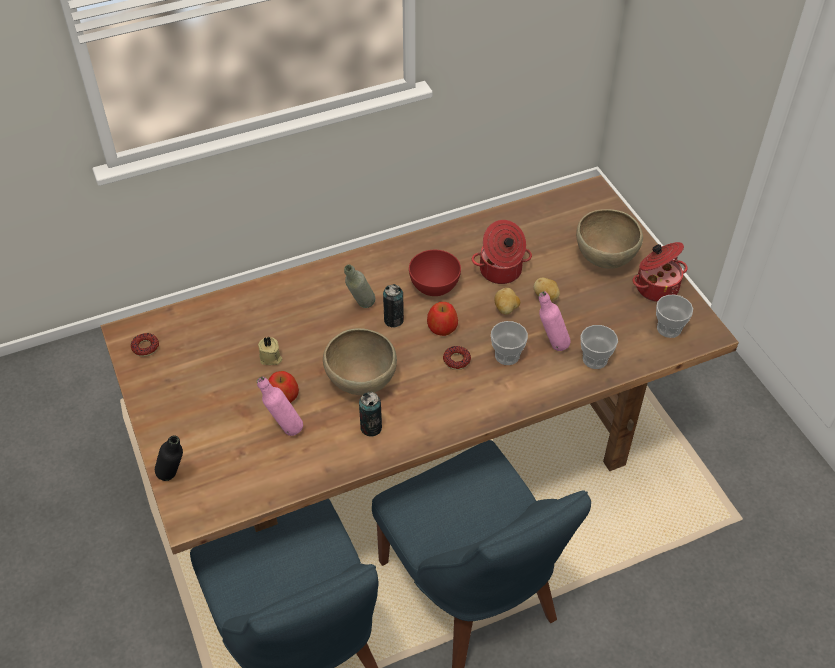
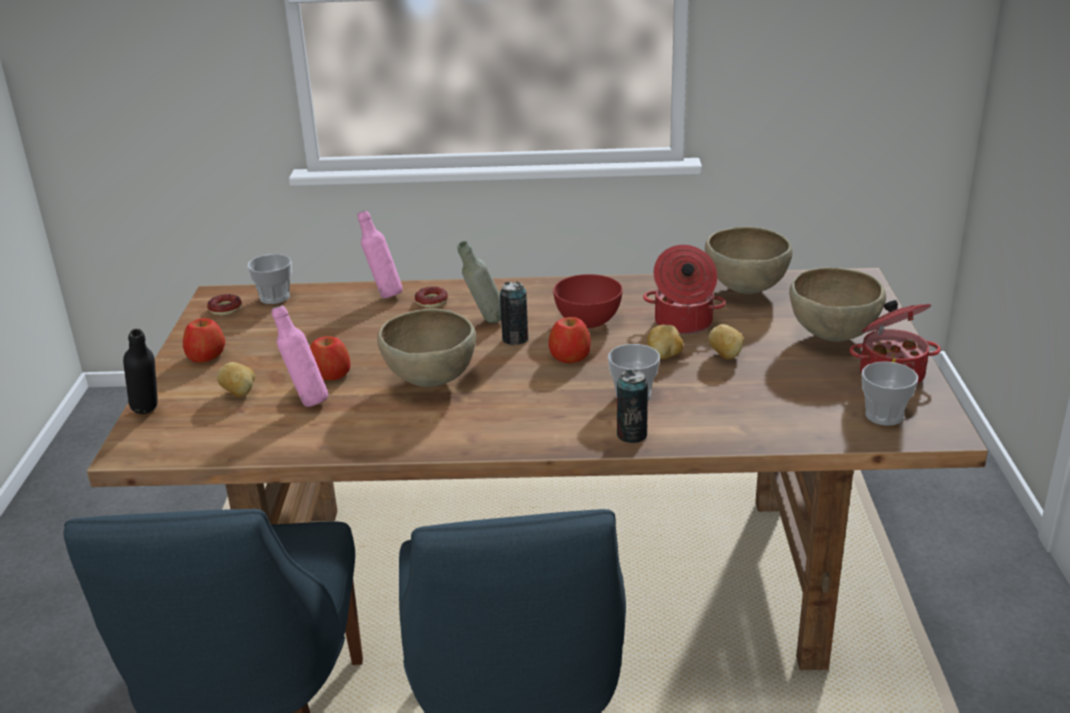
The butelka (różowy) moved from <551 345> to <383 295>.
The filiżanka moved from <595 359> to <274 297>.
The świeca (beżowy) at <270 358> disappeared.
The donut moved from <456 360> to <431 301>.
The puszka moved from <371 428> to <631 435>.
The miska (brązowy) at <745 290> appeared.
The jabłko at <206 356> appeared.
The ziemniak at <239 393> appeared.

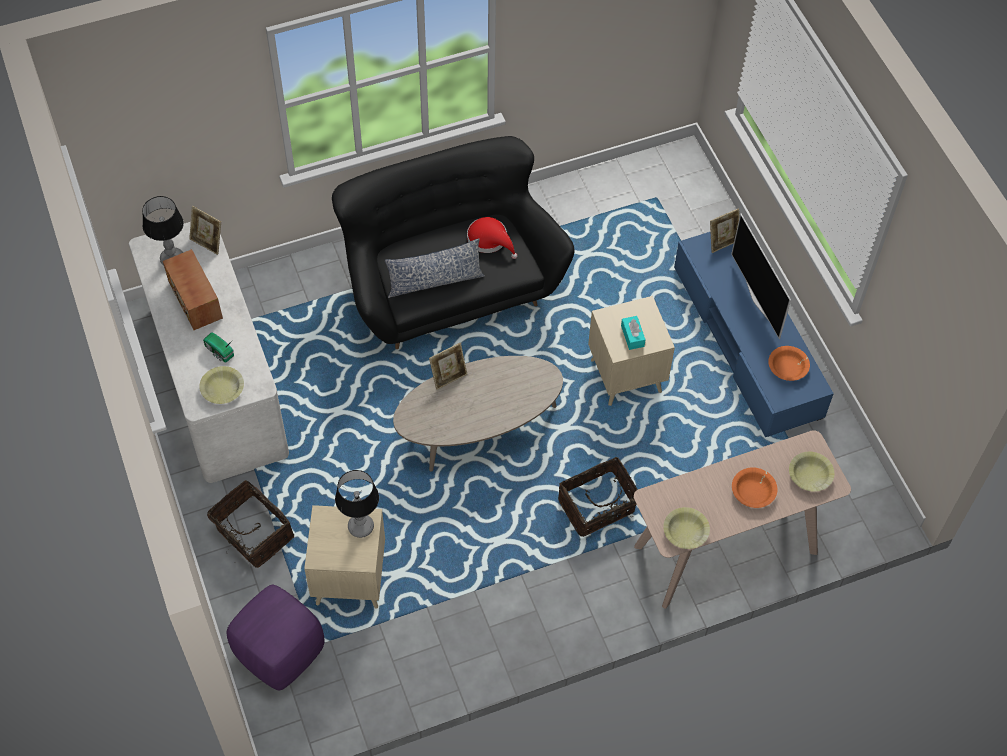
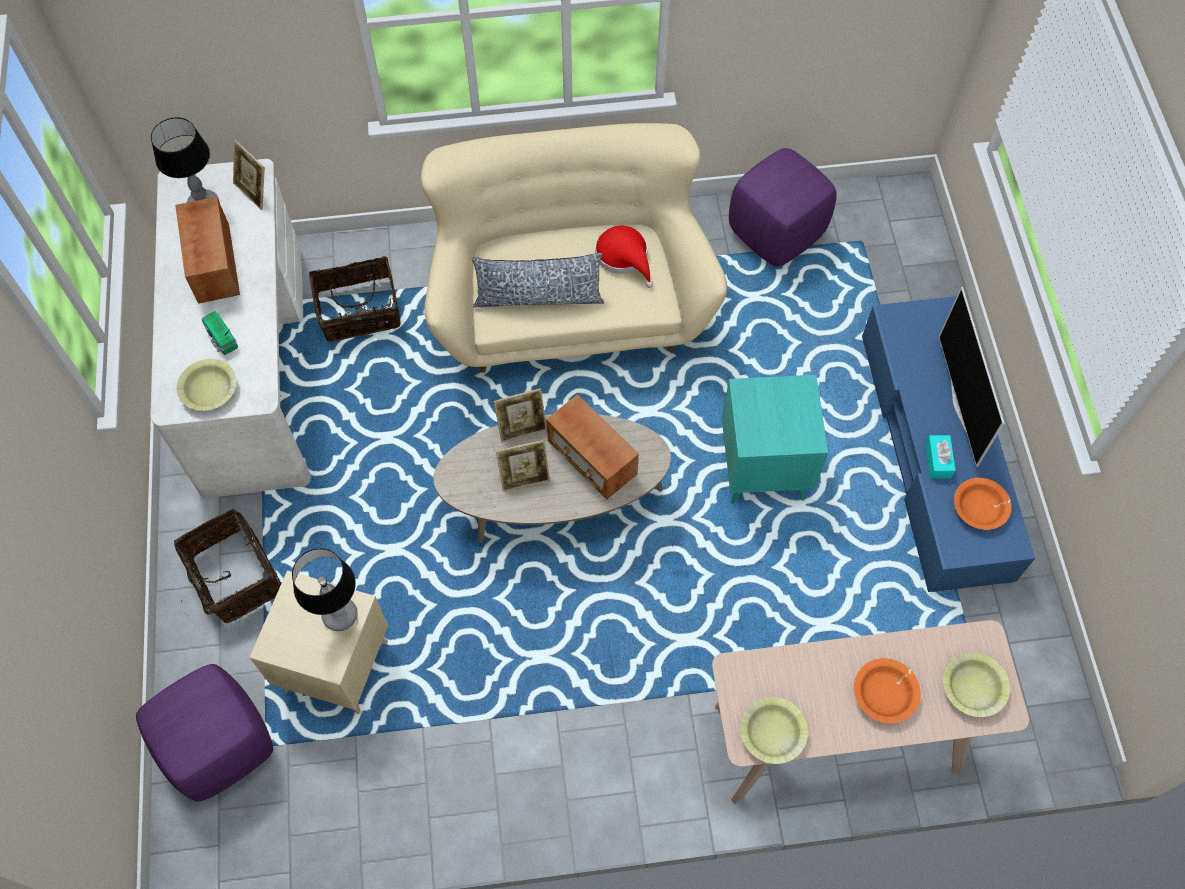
The kanapa (czarny) at <449 286> became the kanapa (beżowy) at <570 305>.
The ramka na zdjęcie moved from <722 242> to <524 478>.
The stolik (beżowy) at <626 376> became the stolik (turkusowy) at <763 468>.
The pudełko chusteczek (turkusowy) moved from <632 336> to <938 460>.
The koszyk moved from <597 507> to <360 314>.
The pufa (fioletowy) at <777 233> appeared.
The radio at <591 458> appeared.

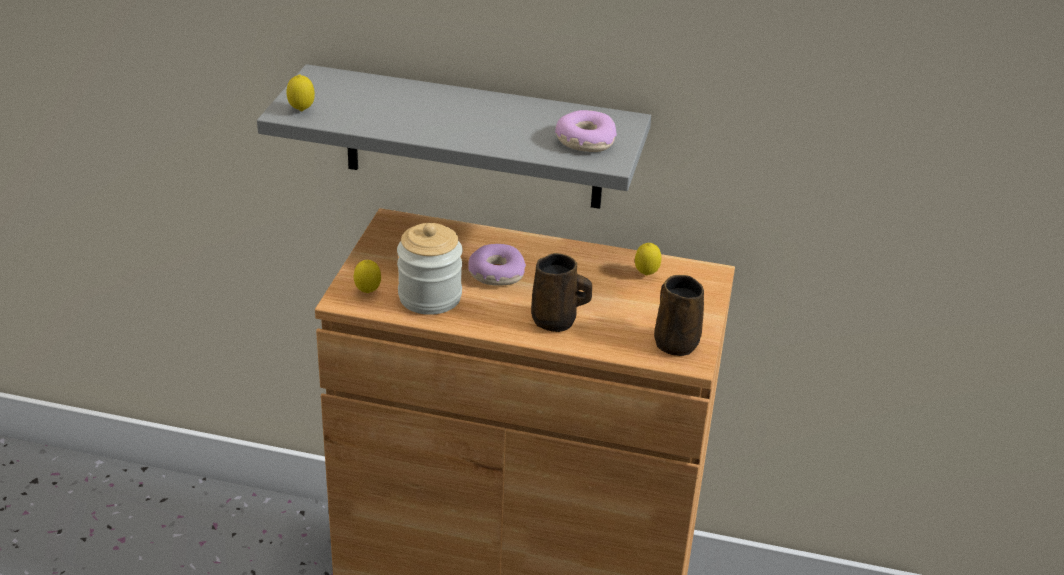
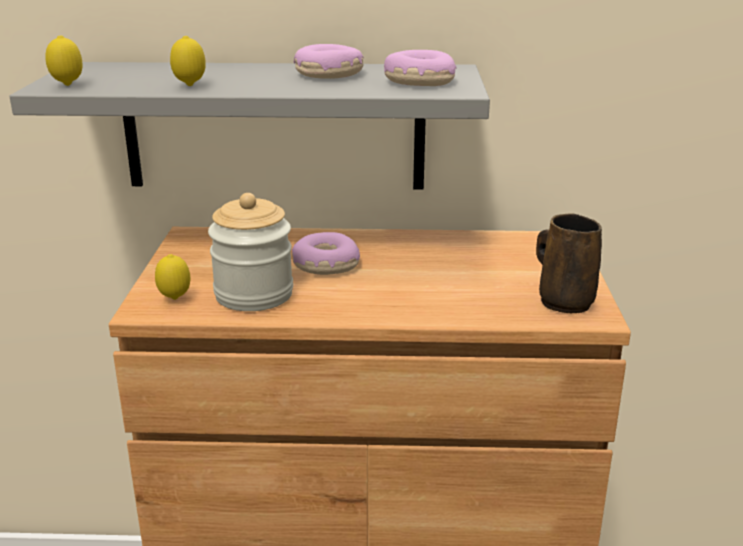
The cytryna moved from <646 274> to <190 86>.
The kubek (brązowy) at <556 321> disappeared.
The donut at <329 74> appeared.

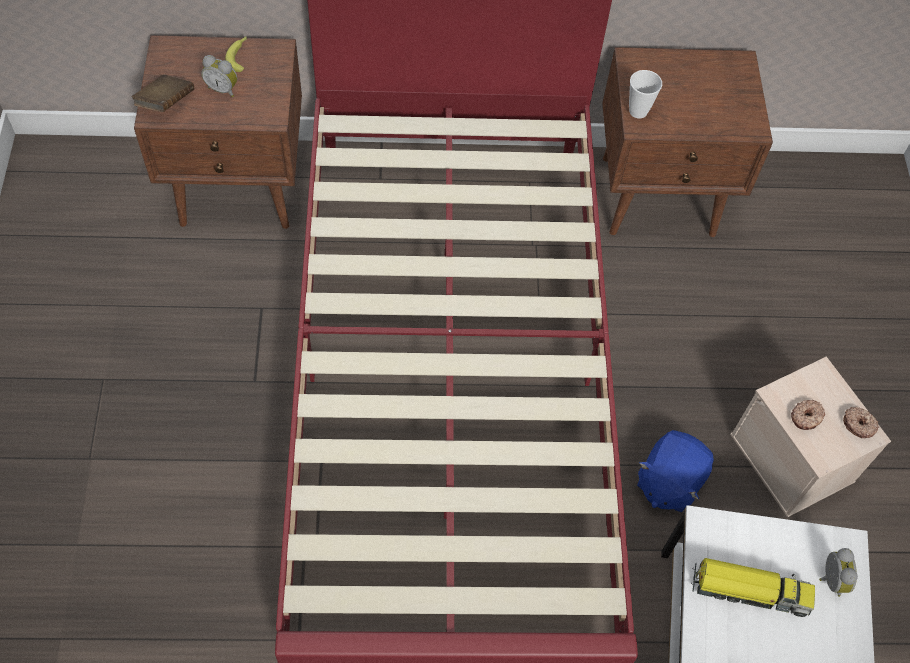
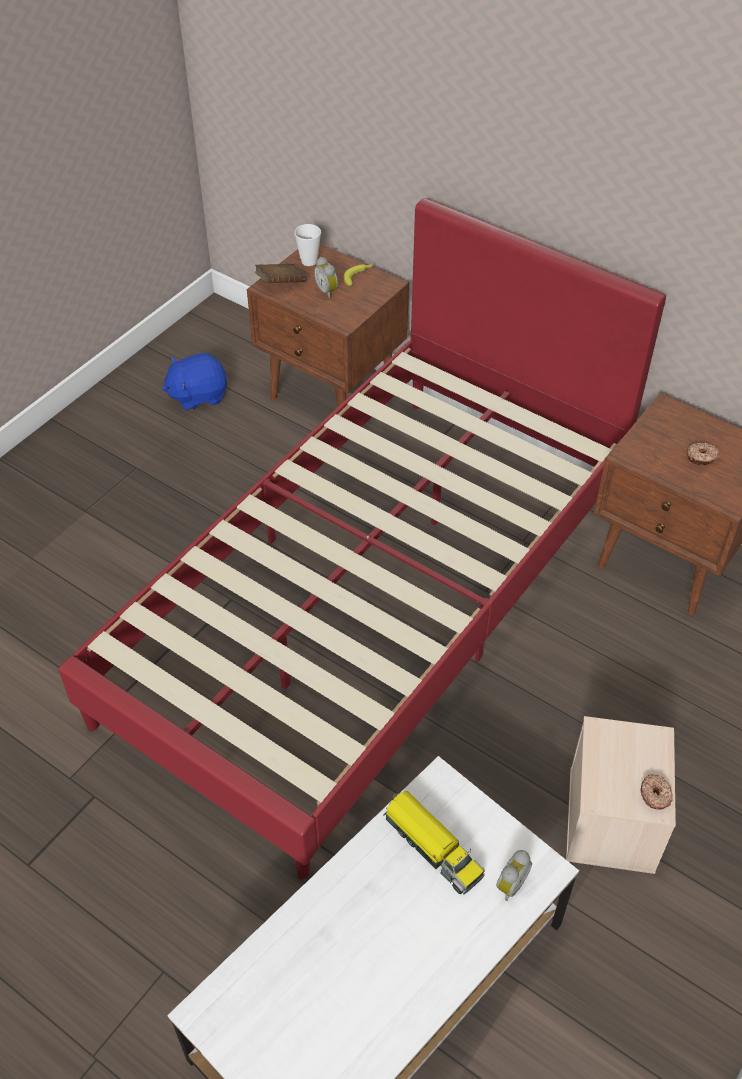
The filiżanka moved from <638 111> to <309 261>.
The donut moved from <806 417> to <701 457>.
The pluszak (niebieski) moved from <668 481> to <198 395>.

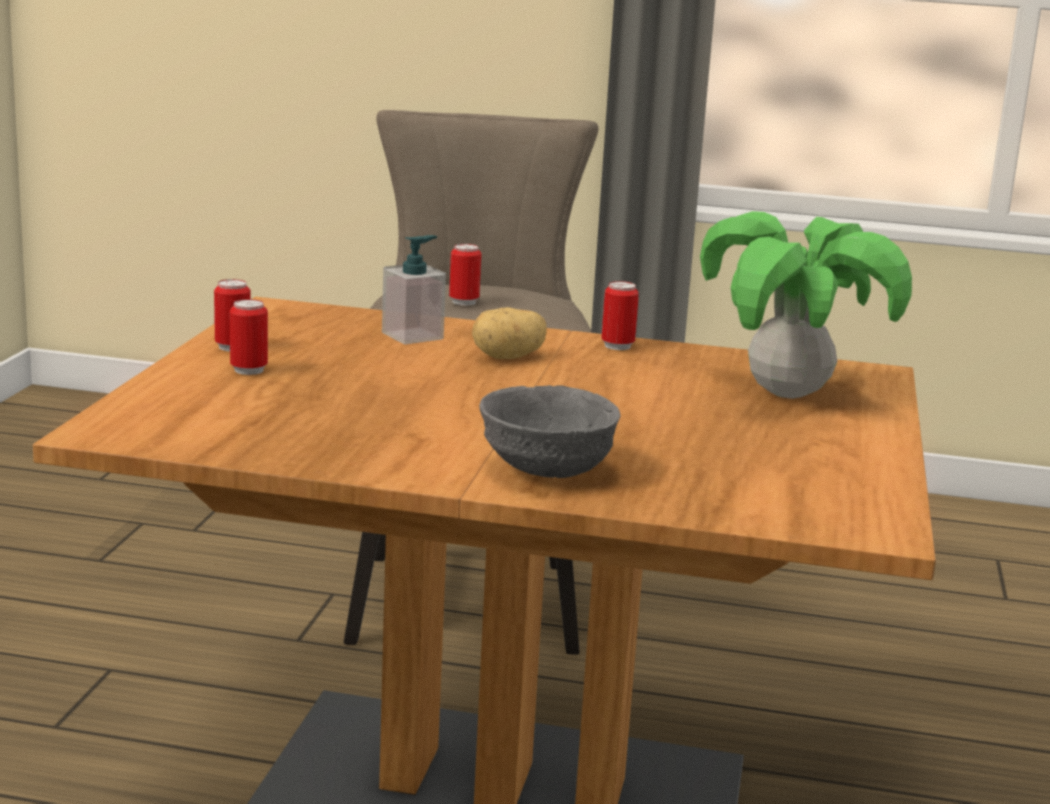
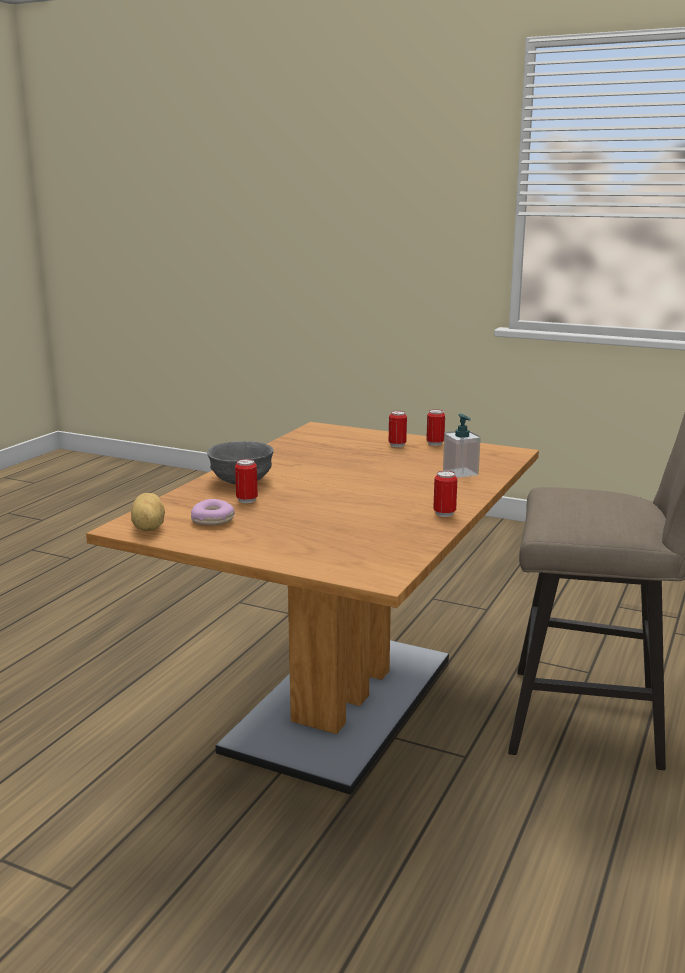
The roślina doniczkowa at <787 393> disappeared.
The puszka moved from <464 302> to <247 500>.
The ziemniak moved from <508 357> to <147 528>.
The donut at <213 520> appeared.

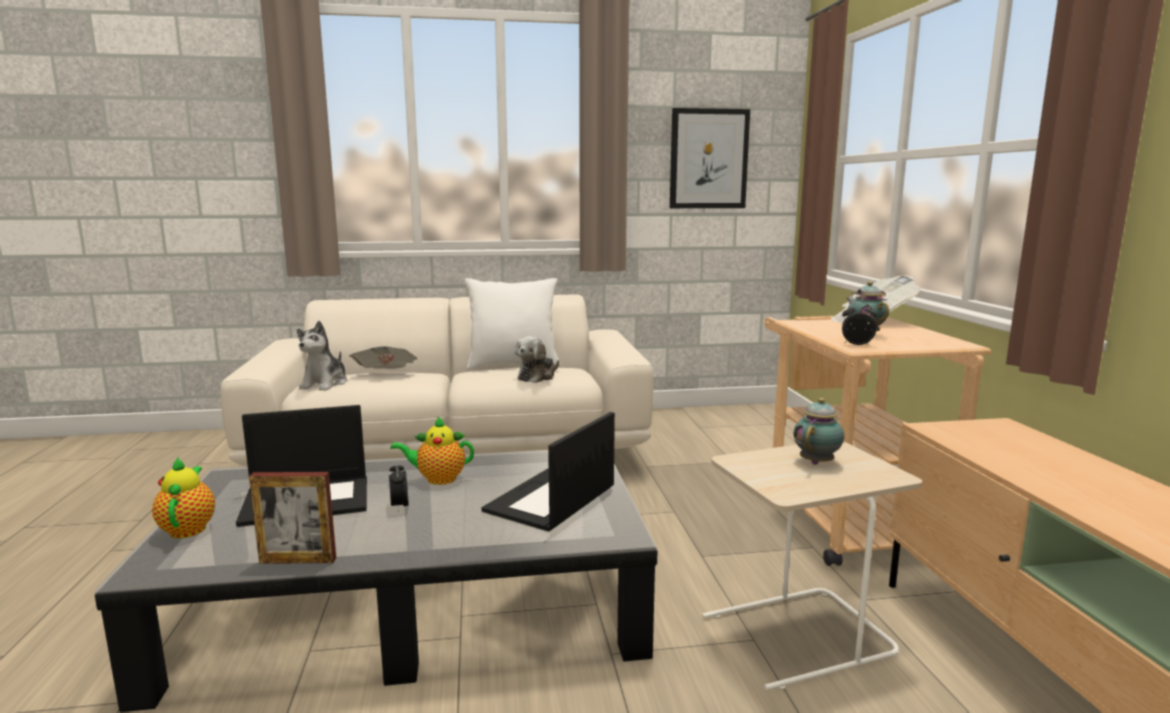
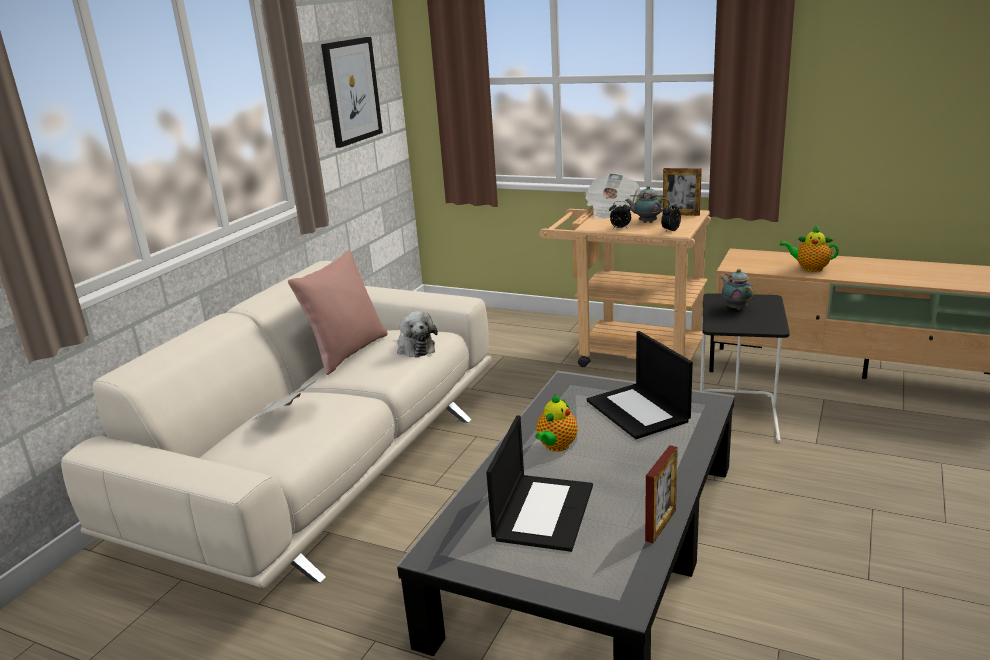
The poduszka (biały) at <513 365> became the poduszka (różowy) at <347 352>.
The pluszak at <325 384> disappeared.
The stolik (beżowy) at <798 637> became the stolik (czarny) at <738 416>.
The imbryk moved from <189 528> to <809 268>.
The budzik moved from <399 506> to <620 228>.
The ramka na zdjęcie at <681 214> appeared.

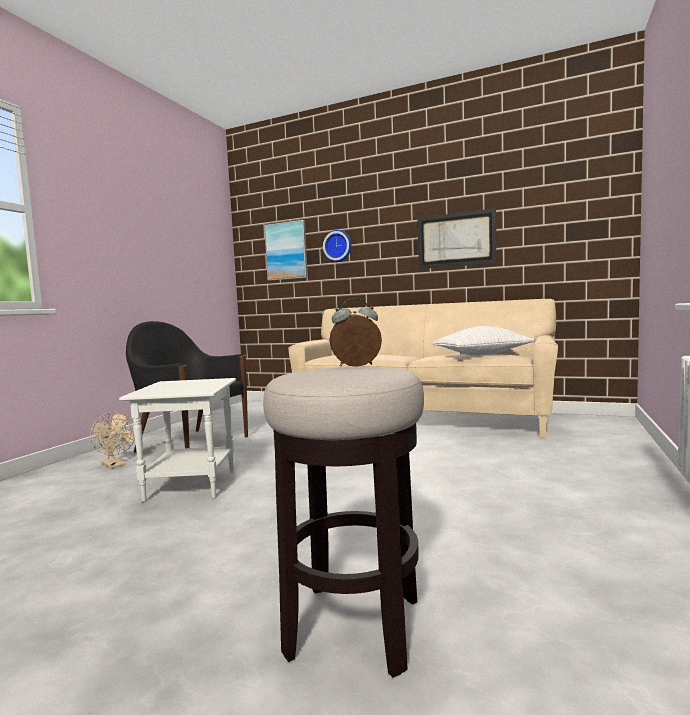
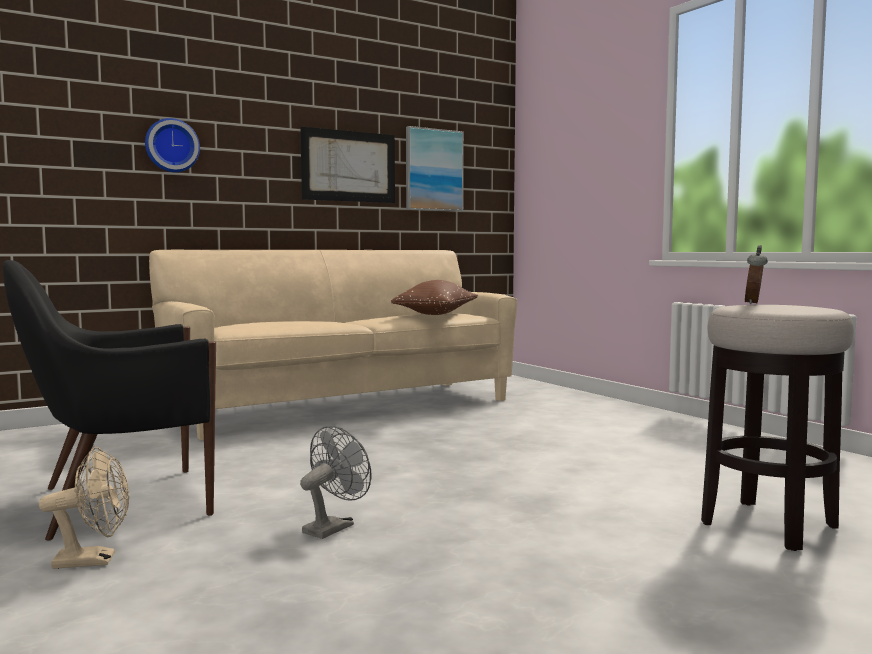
The obraz moved from <286 251> to <433 170>.
The poduszka (biały) at <482 354> became the poduszka (brązowy) at <436 314>.
The stolik (biały) at <191 484> was replaced by the wentylator (szary) at <333 527>.

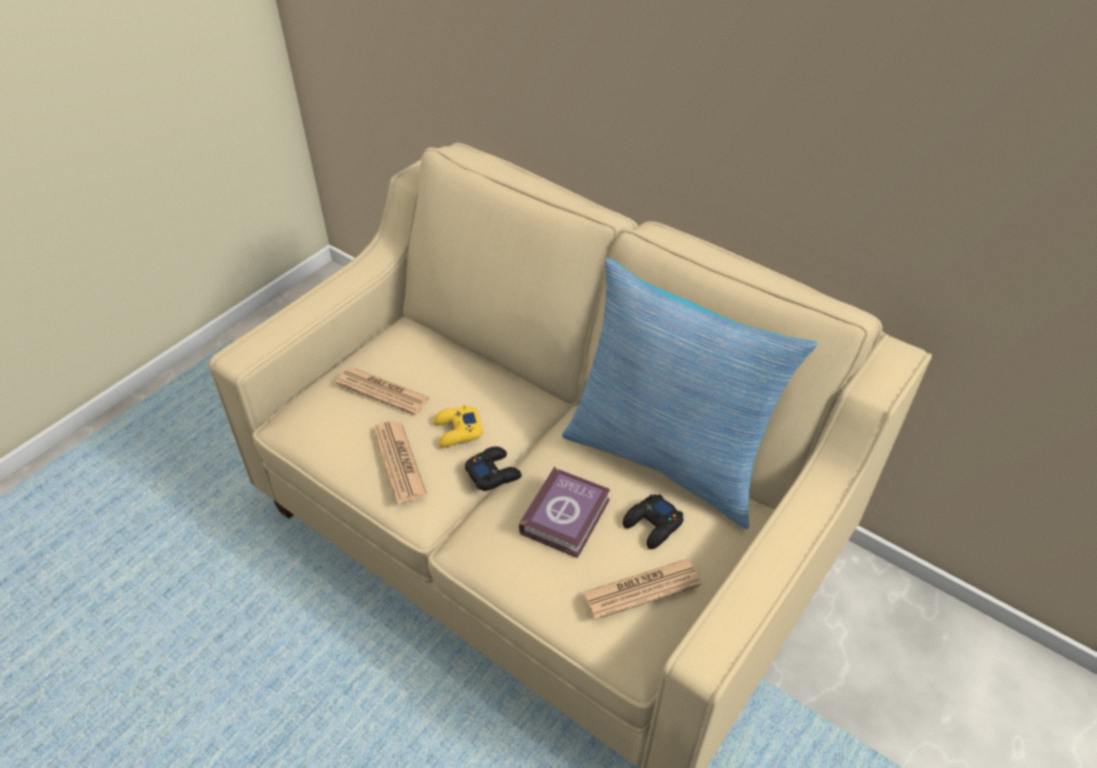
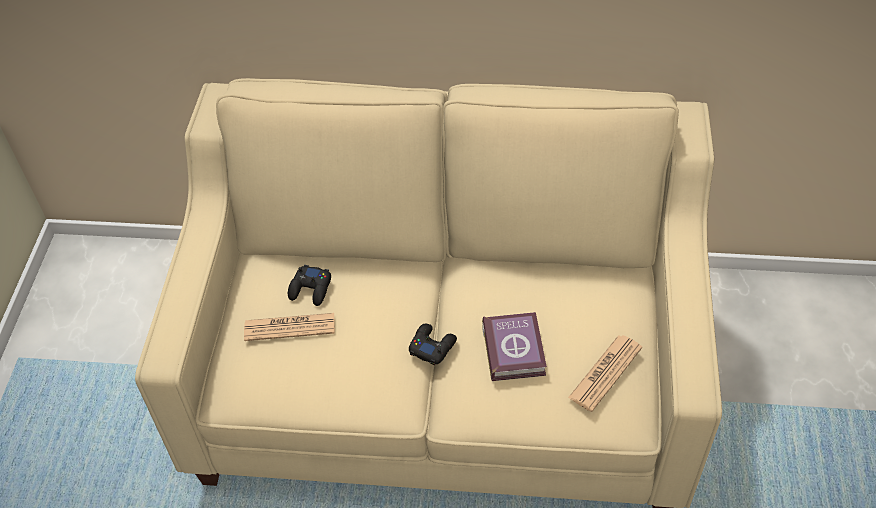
The poduszka at <667 457> disappeared.
The pad do gier (żółty) at <457 431> disappeared.
The gazeta at <399 462> disappeared.
The pad do gier (czarny) moved from <652 525> to <311 289>.

